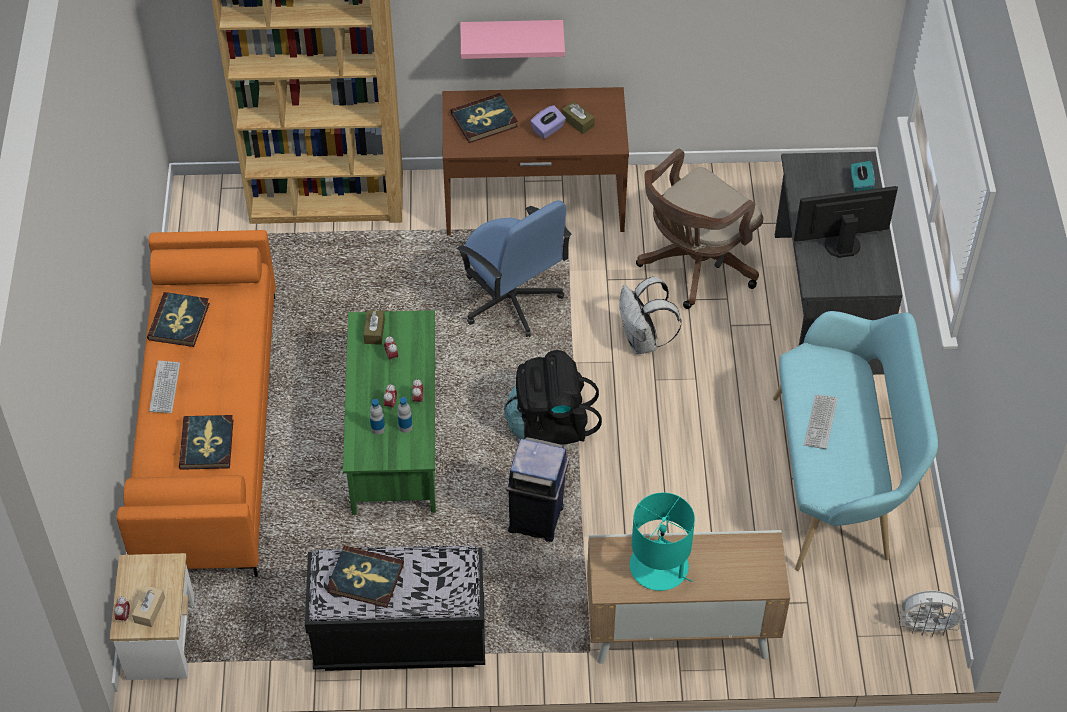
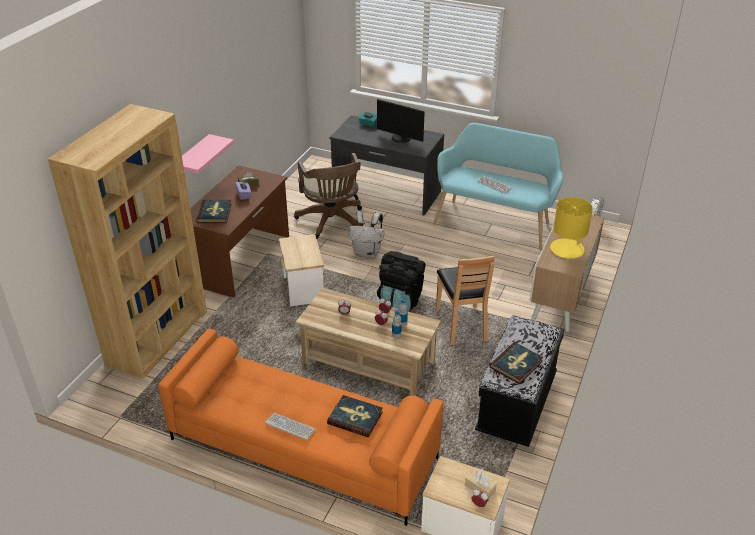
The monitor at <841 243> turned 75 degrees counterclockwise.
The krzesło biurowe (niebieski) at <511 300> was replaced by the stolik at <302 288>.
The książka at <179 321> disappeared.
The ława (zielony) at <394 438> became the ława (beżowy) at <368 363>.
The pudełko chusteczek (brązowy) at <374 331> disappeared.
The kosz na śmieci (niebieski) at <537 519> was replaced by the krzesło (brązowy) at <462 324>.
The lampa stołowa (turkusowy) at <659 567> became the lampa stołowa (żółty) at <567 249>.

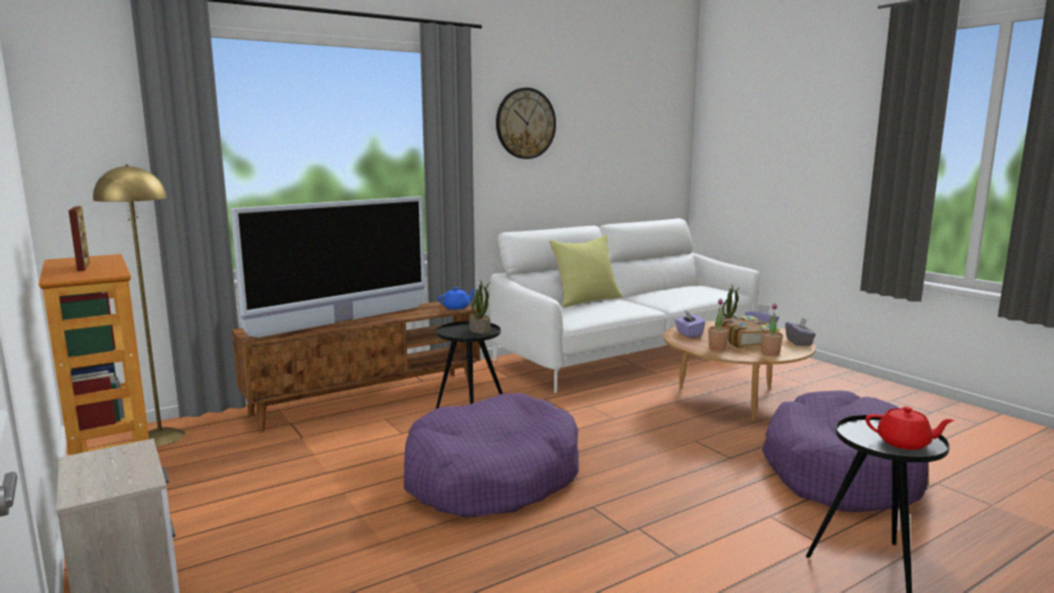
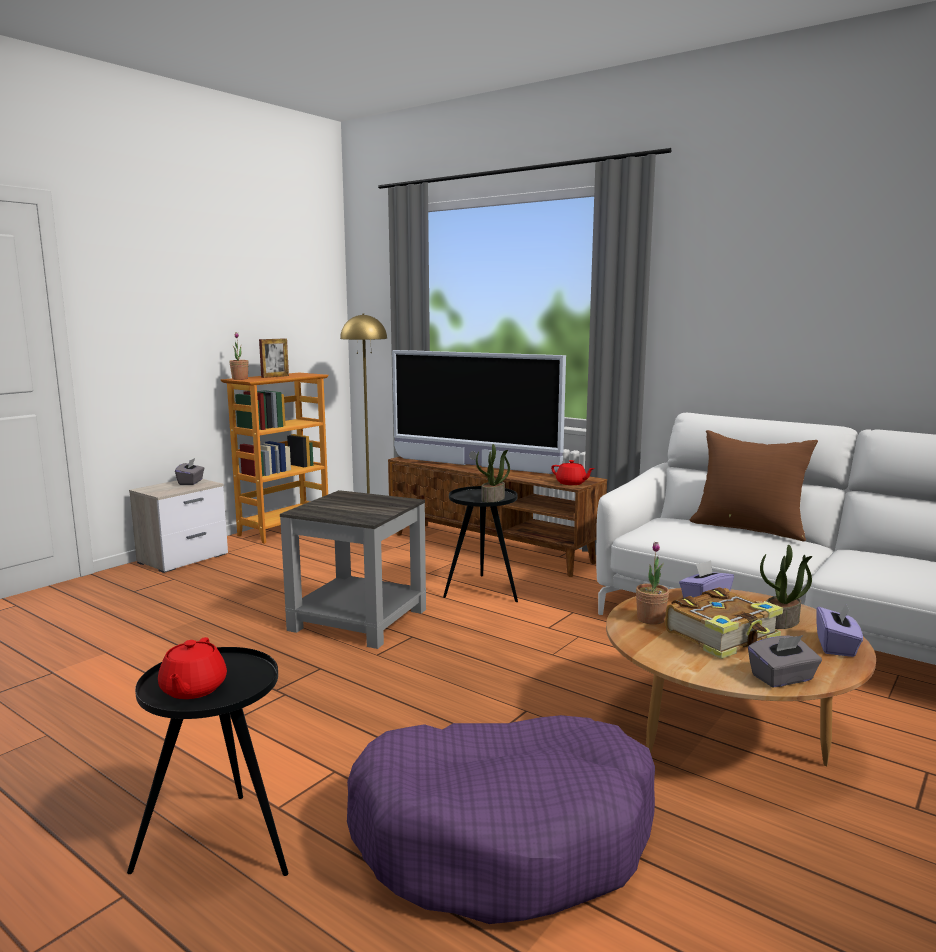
The zegar ścienny at <525 123> disappeared.
The poduszka (żółty) at <586 300> became the poduszka (brązowy) at <749 528>.
The imbryk (niebieski) at <457 307> became the imbryk (czerwony) at <571 483>.
The roślina doniczkowa moved from <770 353> to <240 379>.
The legowisko (fioletowy) at <492 477> was replaced by the stolik (szary) at <360 619>.
The pudełko chusteczek (szary) at <191 482> appeared.

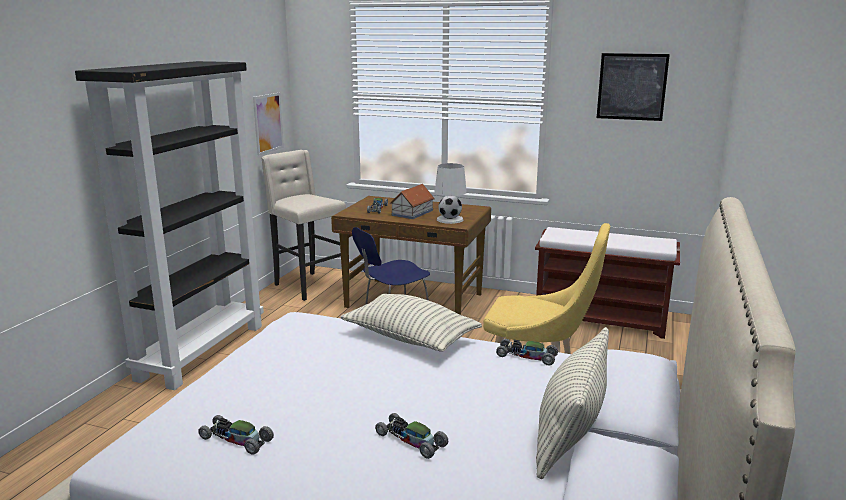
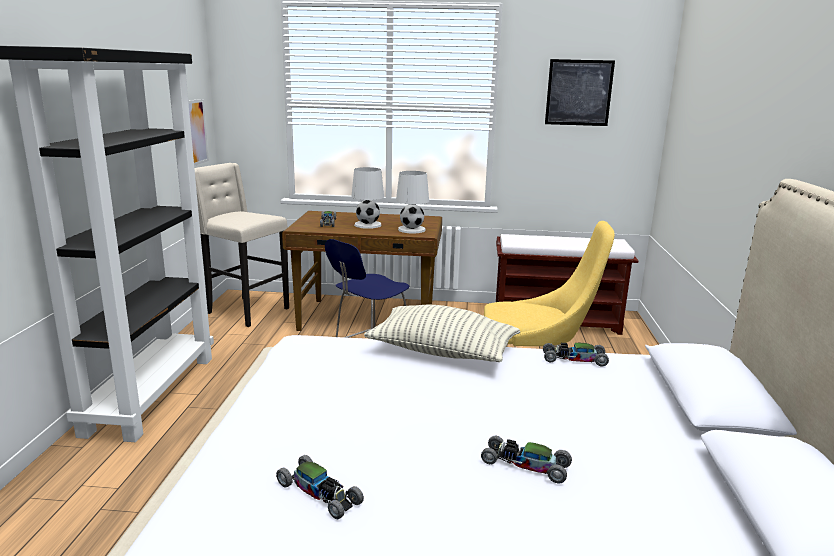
The domek at <412 213> was replaced by the lampa stołowa (biały) at <367 225>.
The poduszka at <570 434> disappeared.
The samochodzik at <236 440> turned 150 degrees counterclockwise.

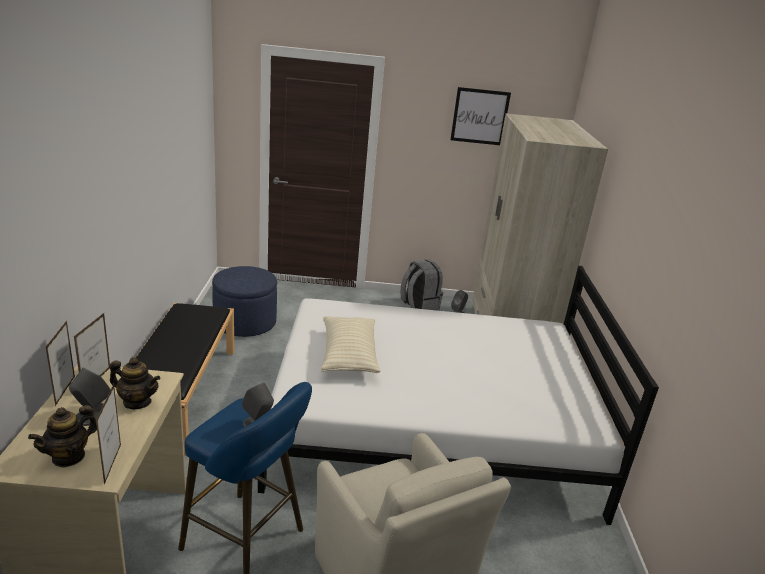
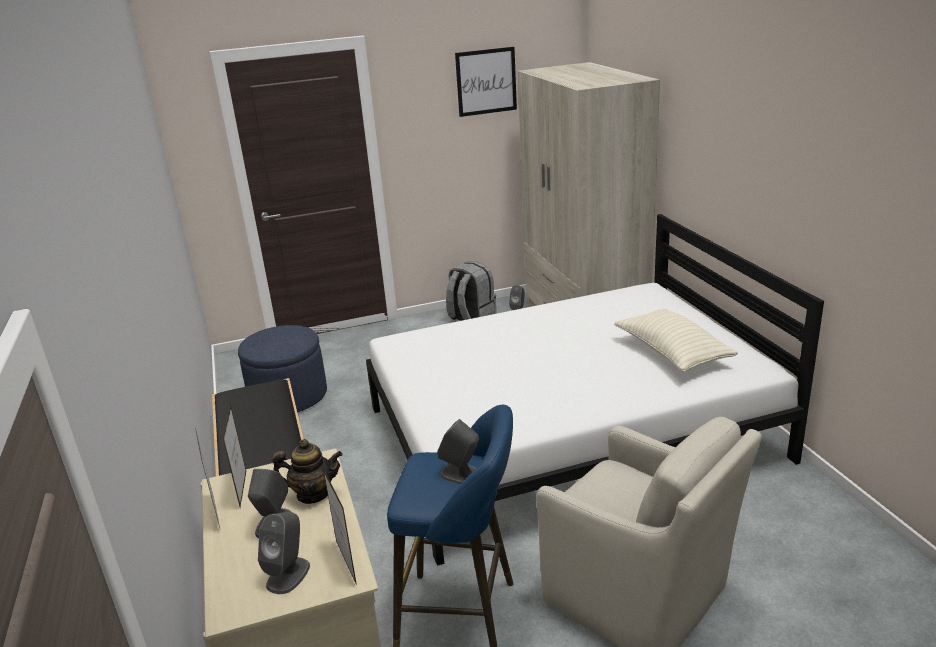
The poduszka (beżowy) moved from <348 355> to <672 353>.
The imbryk at <68 456> was replaced by the głośnik (szary) at <288 574>.

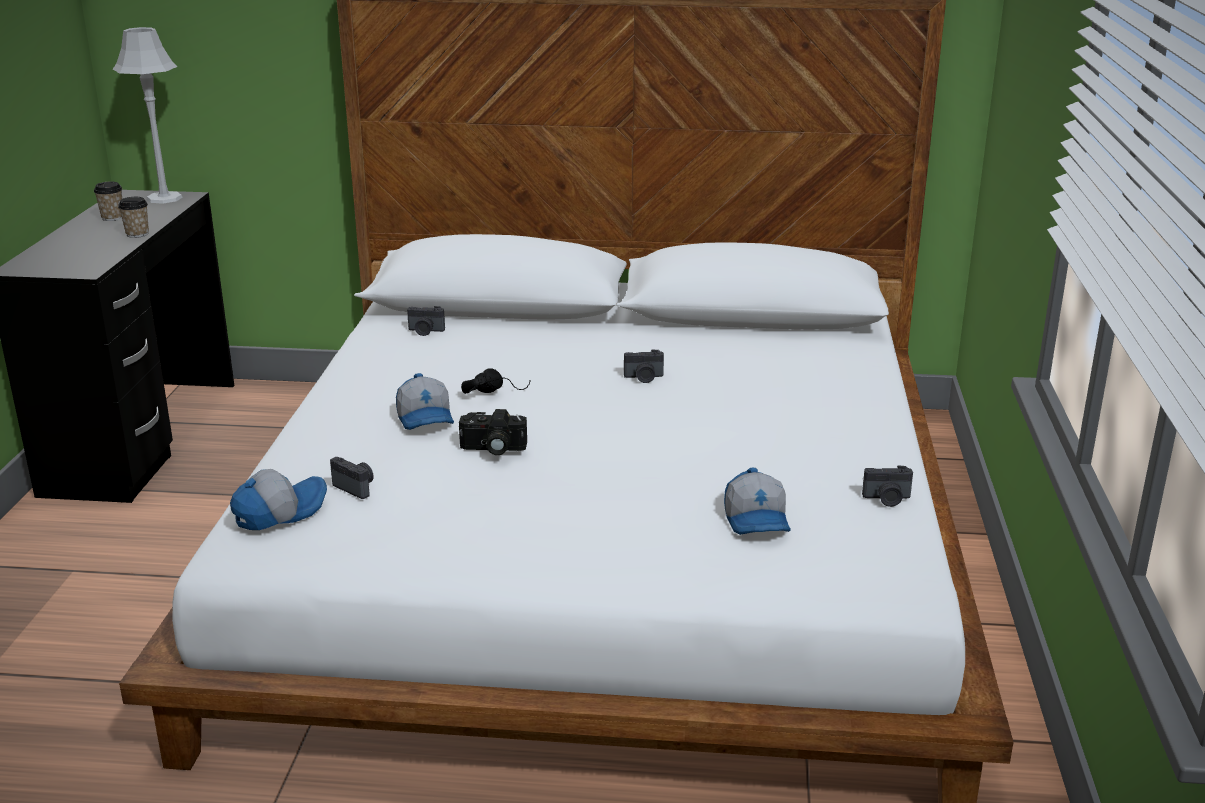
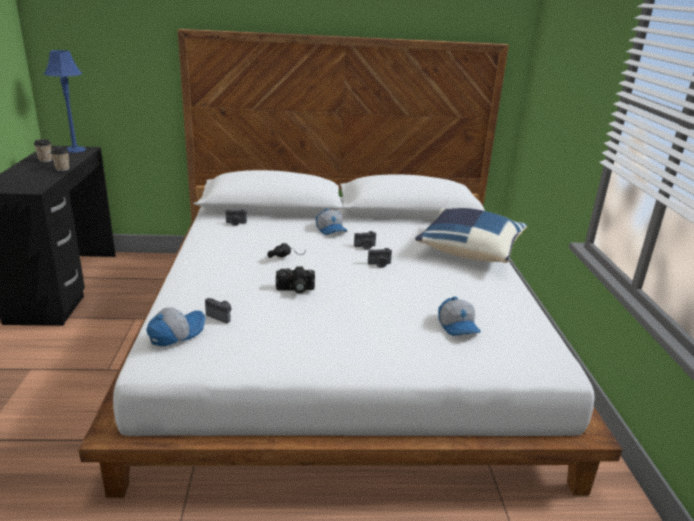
The lampa stołowa (szary) at <164 198> became the lampa stołowa (niebieski) at <75 150>.
The czapka z daszkiem moved from <426 418> to <331 230>.
The aparat fotograficzny moved from <887 499> to <379 264>.
The poduszka (niebieski) at <469 251> appeared.

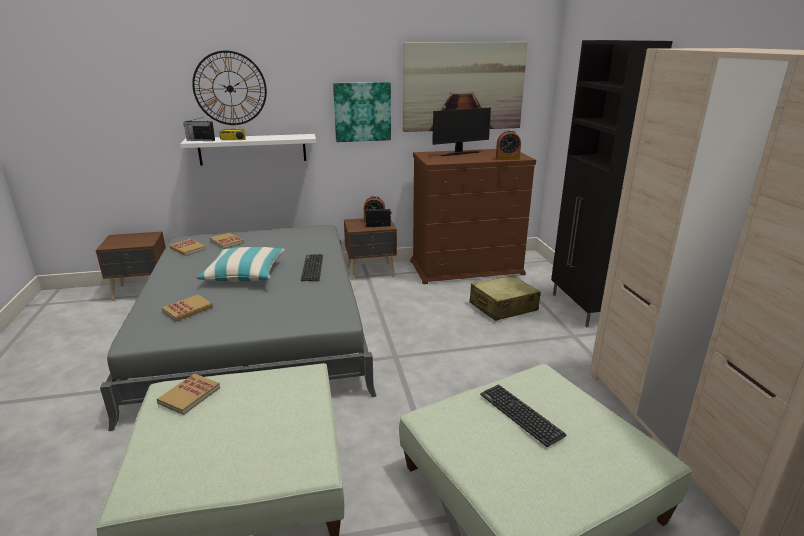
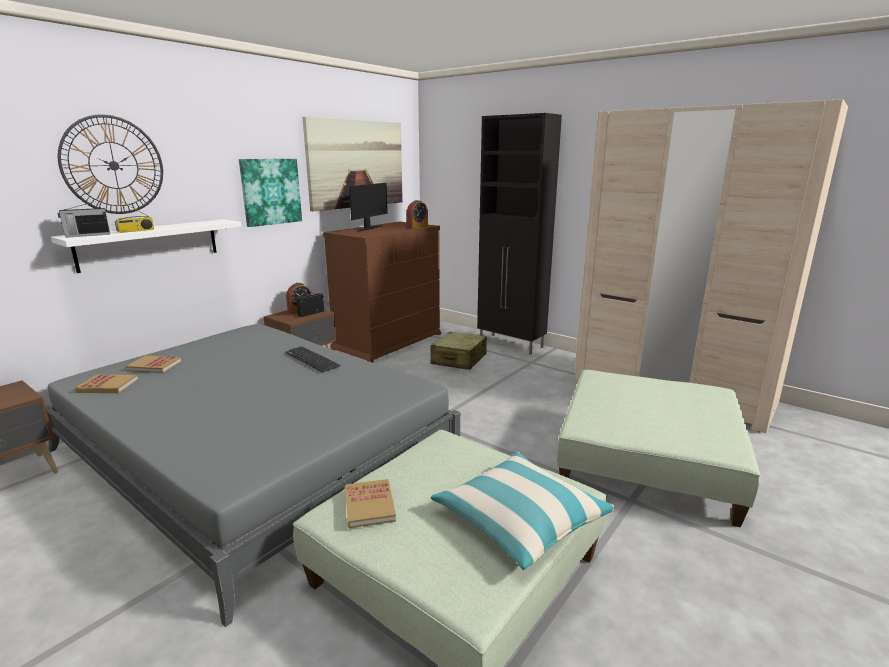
The poduszka moved from <245 274> to <520 520>.
The książka at <188 309> disappeared.
The klawiatura at <520 414> disappeared.

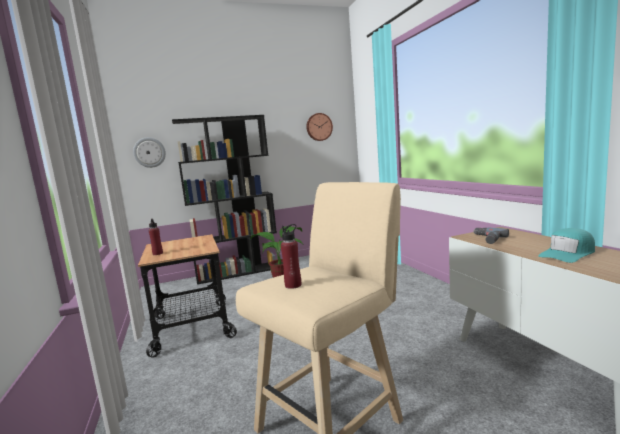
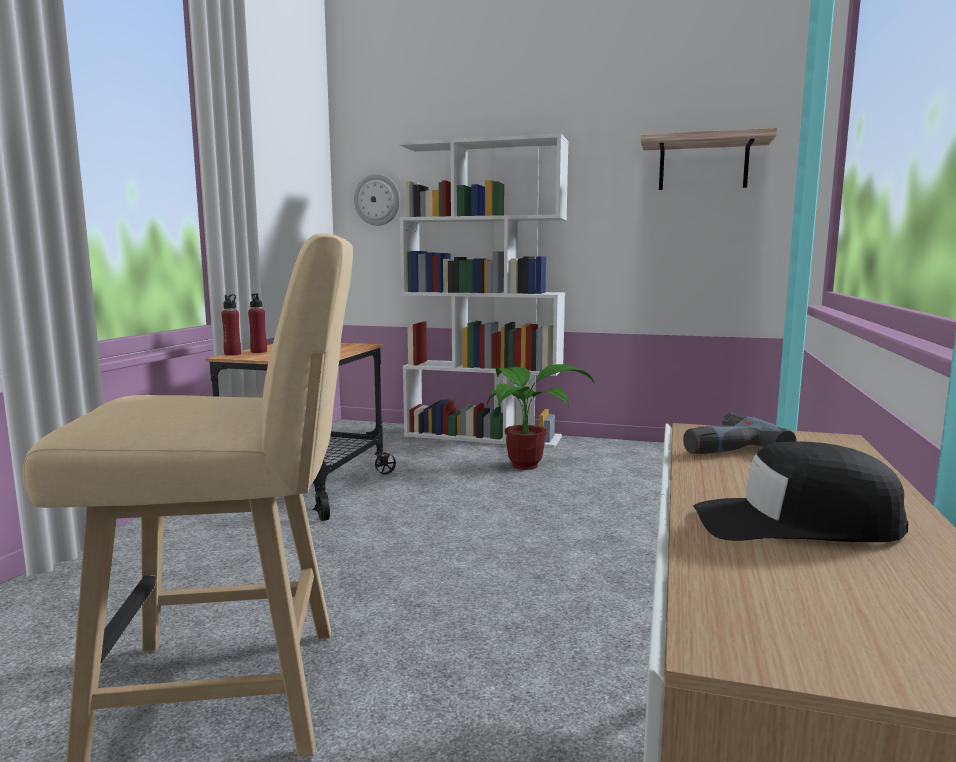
The zegar ścienny at <319 127> was replaced by the półka at <703 165>.
The regał (czarny) at <239 272> became the regał (biały) at <484 436>.
The butelka (czerwony) moved from <293 285> to <232 354>.
The czapka z daszkiem (turkusowy) at <568 253> became the czapka z daszkiem (czarny) at <795 524>.

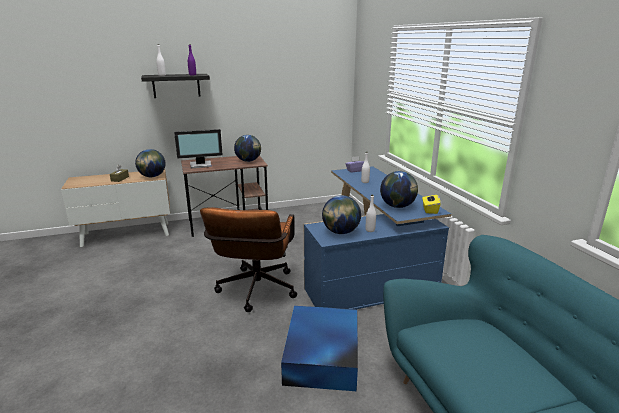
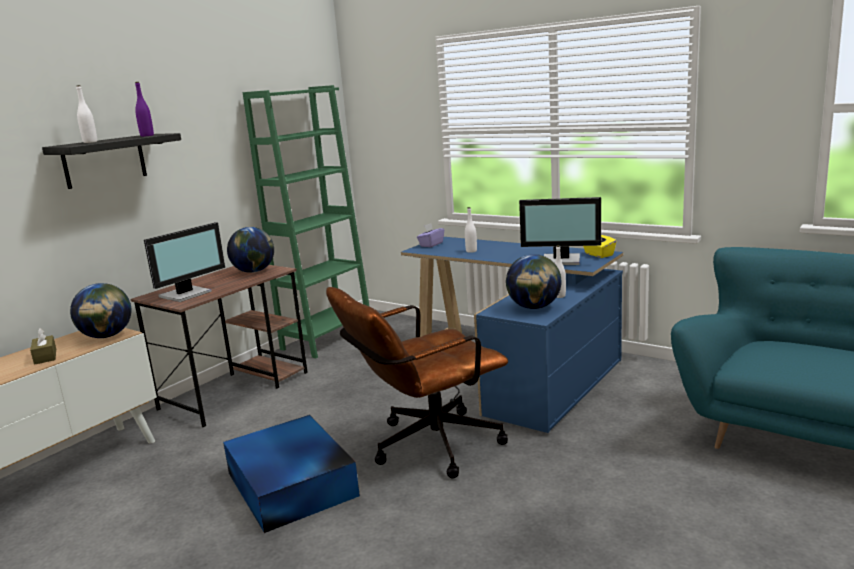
The globus at <397 206> was replaced by the monitor at <562 261>.
The krzesło biurowe (brązowy) at <255 292> turned 90 degrees clockwise.
The pojemnik do przechowywania (niebieski) moved from <321 356> to <291 485>.
The regał (zielony) at <327 339> appeared.

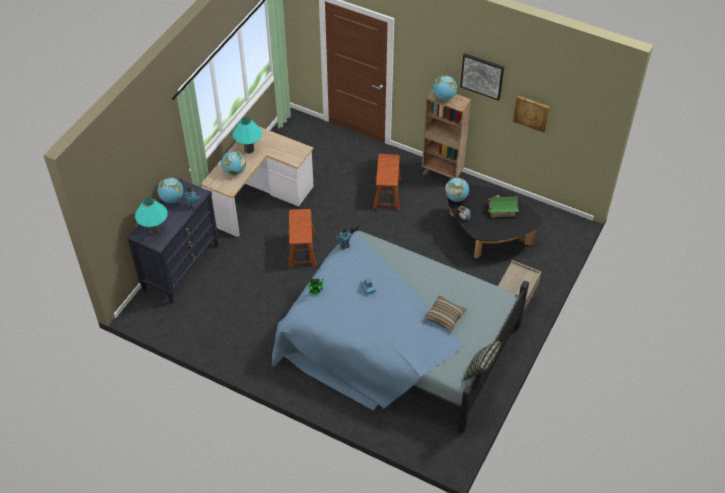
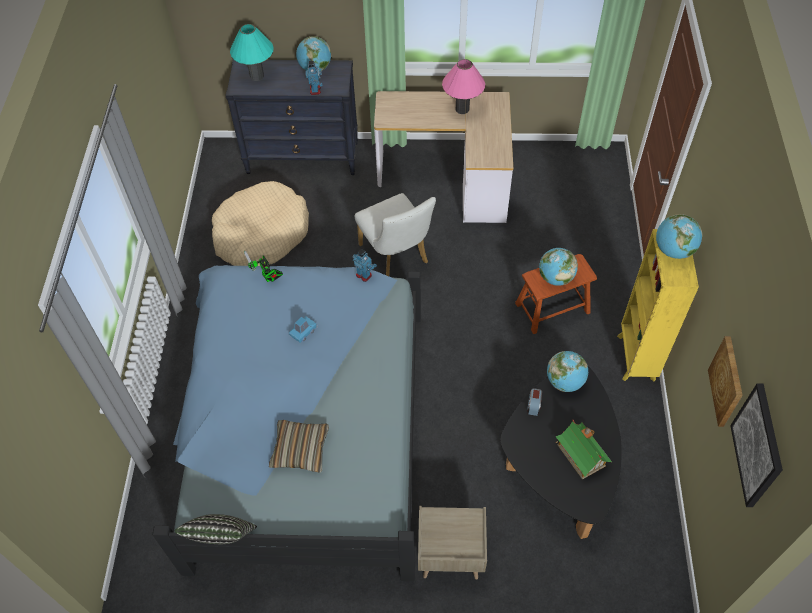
The obraz moved from <482 76> to <758 446>.
The regał (brązowy) at <442 174> became the regał (żółty) at <636 358>.
The lampa stołowa (turkusowy) at <249 150> became the lampa stołowa (różowy) at <462 109>.
The globus moved from <234 171> to <555 277>.
The stołek (brązowy) at <302 249> was replaced by the krzesło (biały) at <396 257>.
The legowisko (beżowy) at <261 234> appeared.

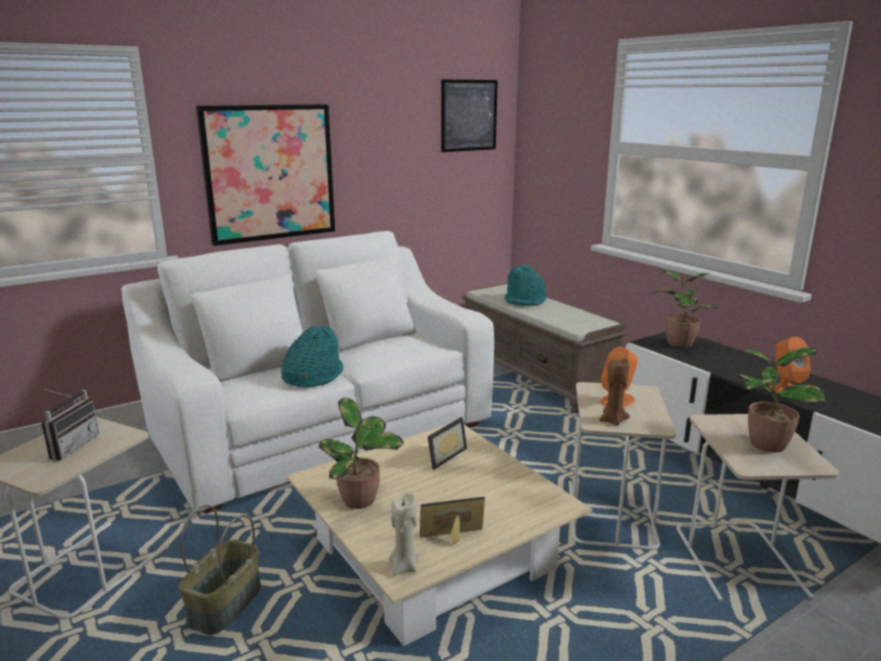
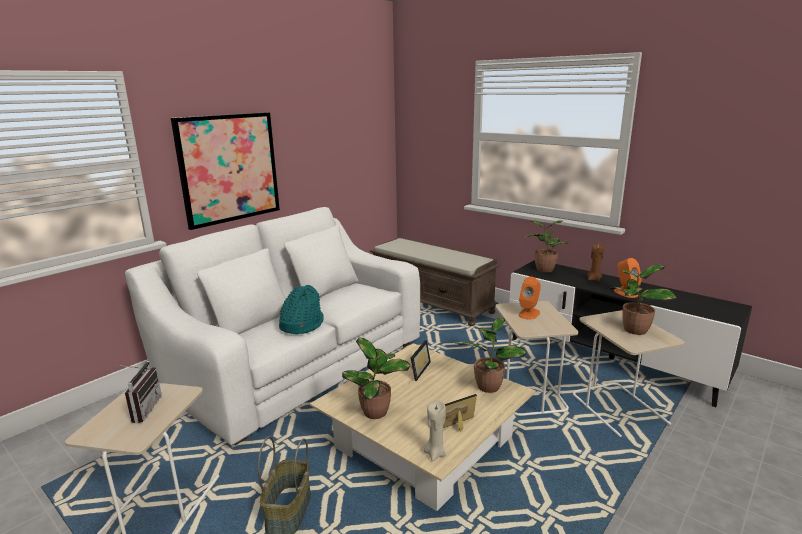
The obraz at <469 115> disappeared.
The kapelusz (turkusowy) at <525 301> disappeared.
The świeca (brązowy) moved from <612 420> to <593 279>.
The roślina doniczkowa at <489 386> appeared.

